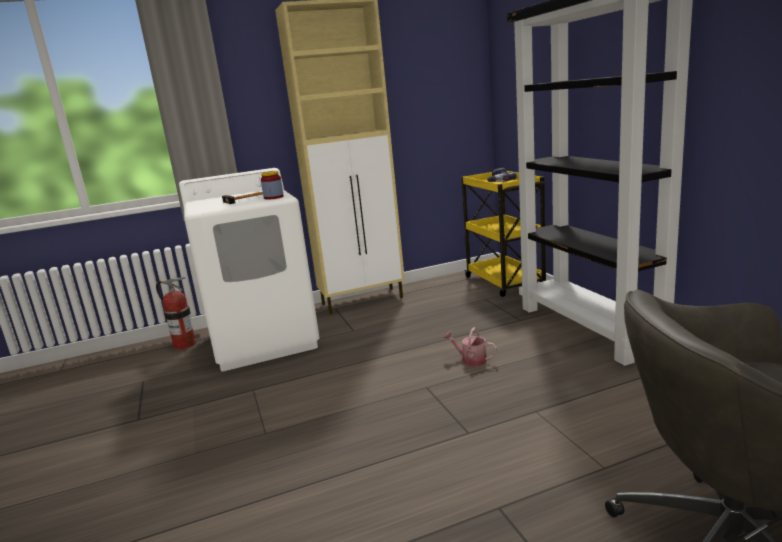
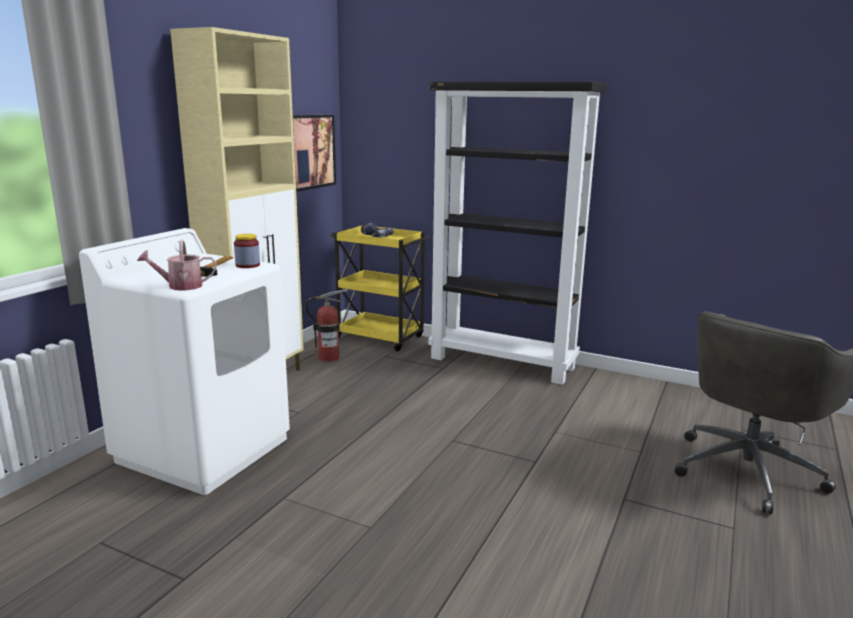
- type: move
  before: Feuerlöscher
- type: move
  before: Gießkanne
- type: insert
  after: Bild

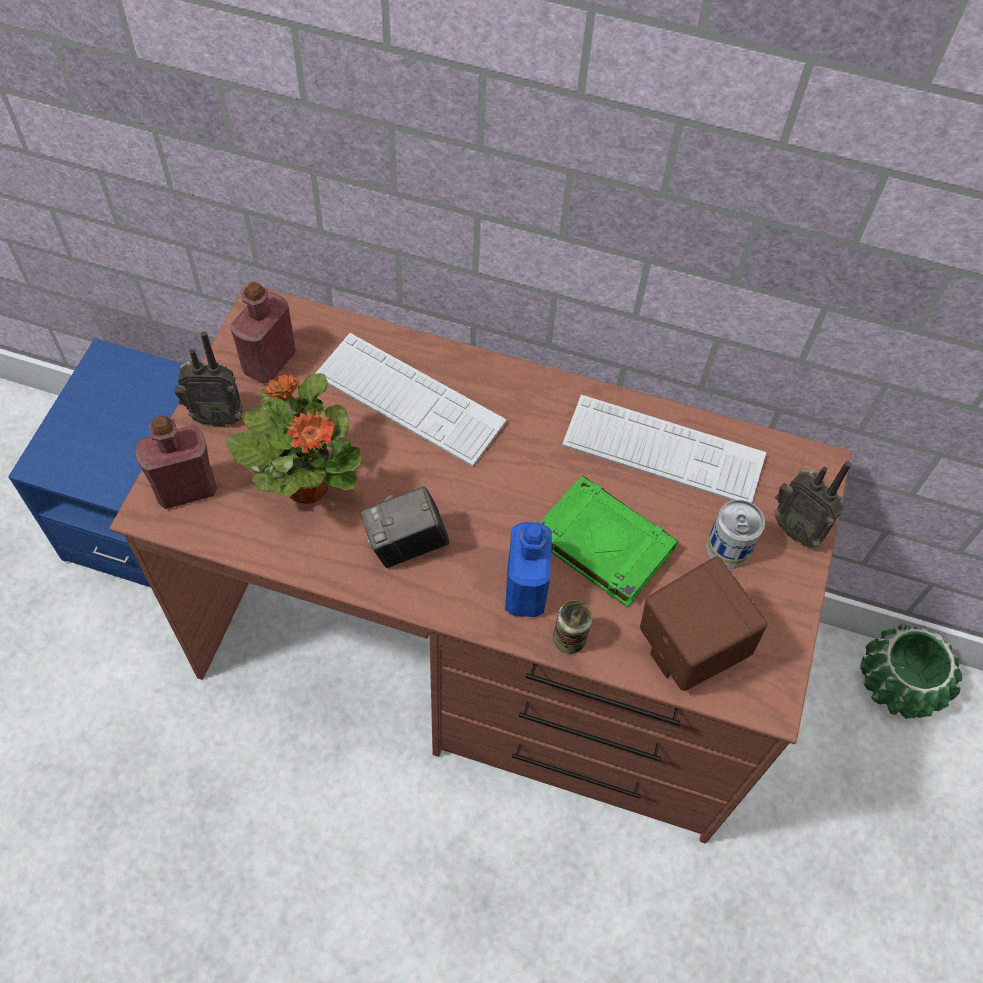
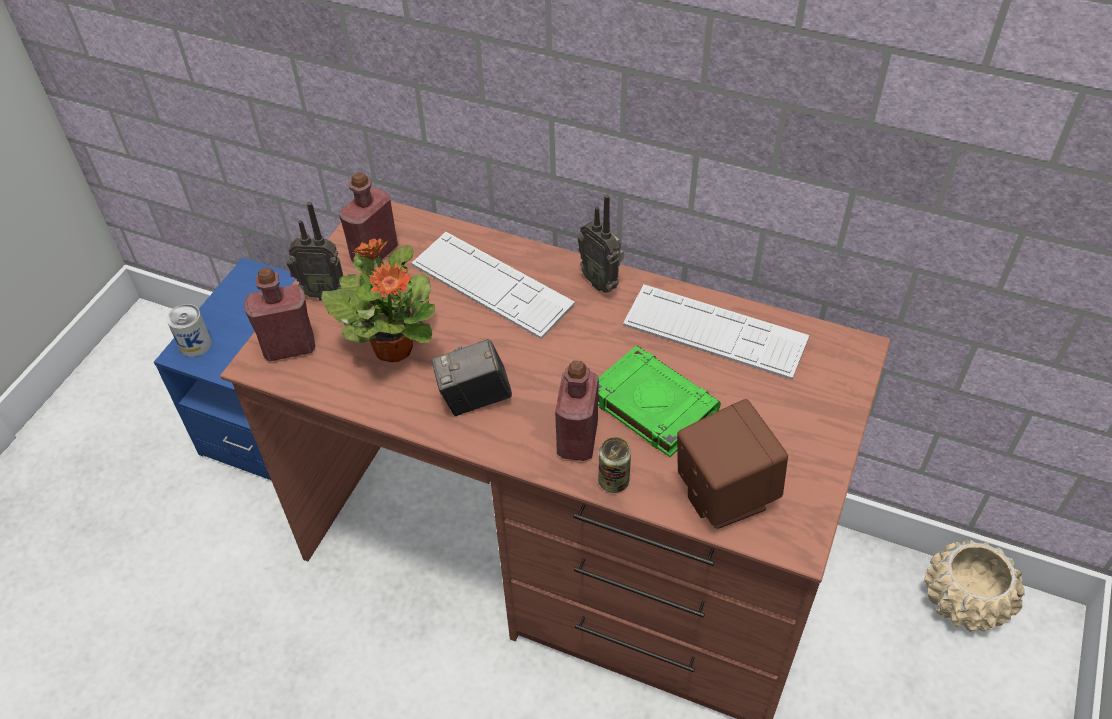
- type: move
  before: Radio (2nd from left)
- type: move
  before: Dose (2nd from left in the first image)
  after: Dose (1st from left)
- type: recolor
  before: Flasche [blau]
  after: Flasche [rot] (3rd from left)
- type: recolor
  before: Pflanzkübel [grün]
  after: Pflanzkübel [beige]

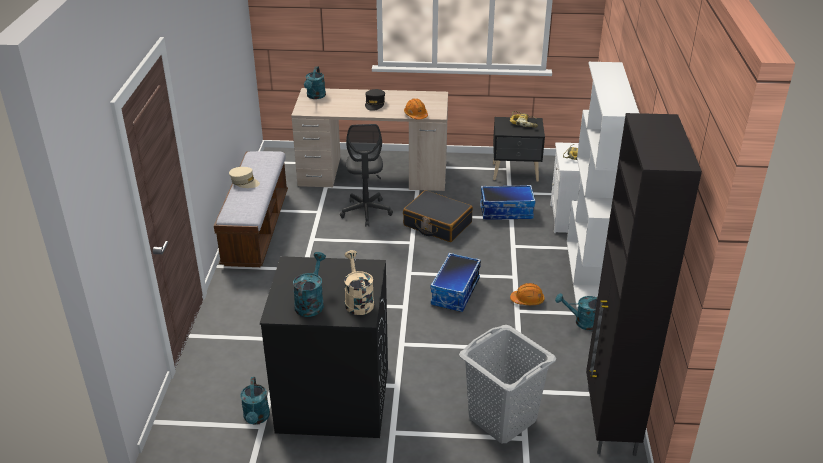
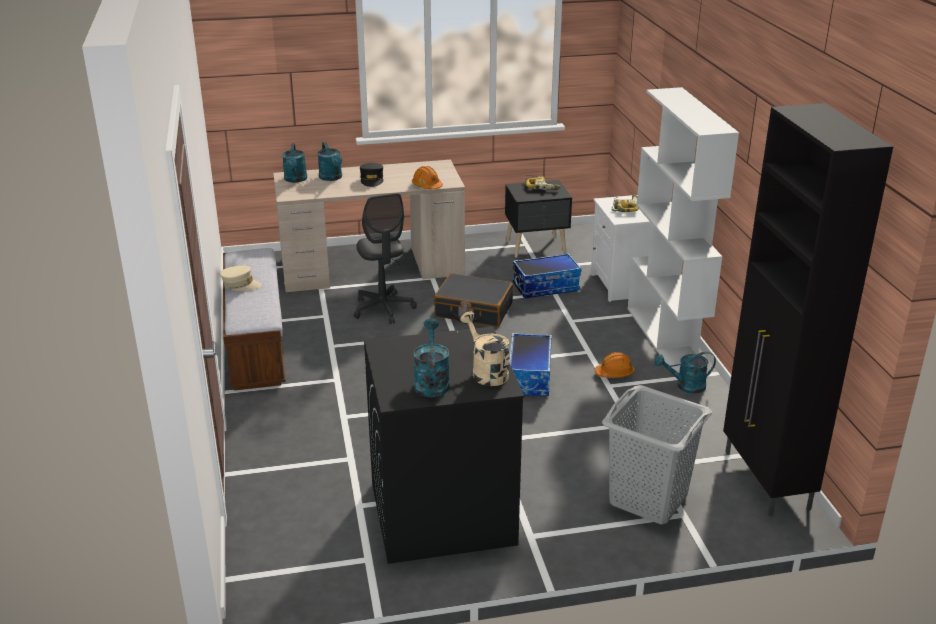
- type: move
  before: Gießkanne [türkis] (1st from left in the first image)
  after: Gießkanne [türkis] (2nd from left)

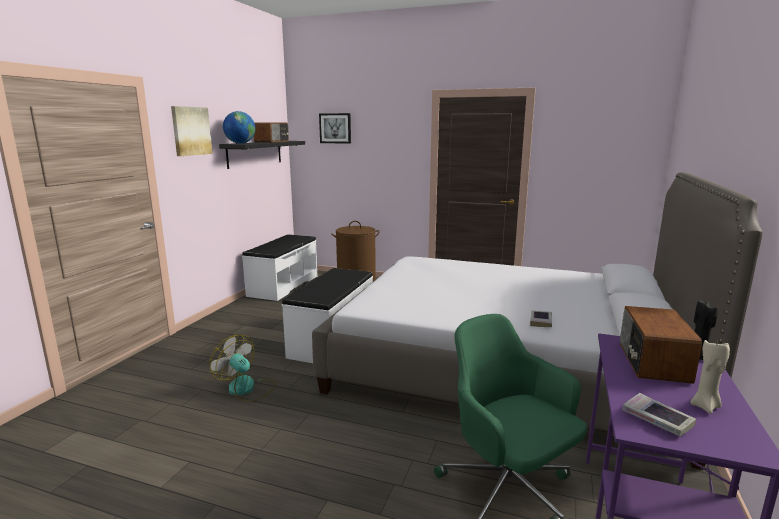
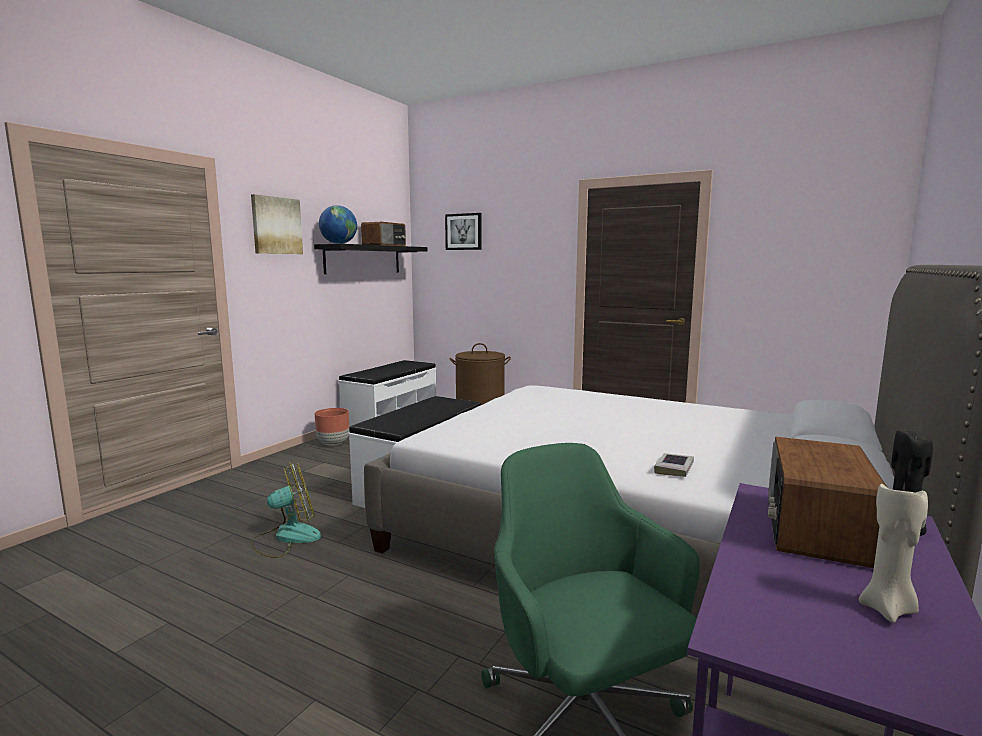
- type: rotate
  before: Ventilator
  turn: 105
- type: delete
  before: Buch (2nd from left)
- type: insert
  after: Pflanzkübel [braun]

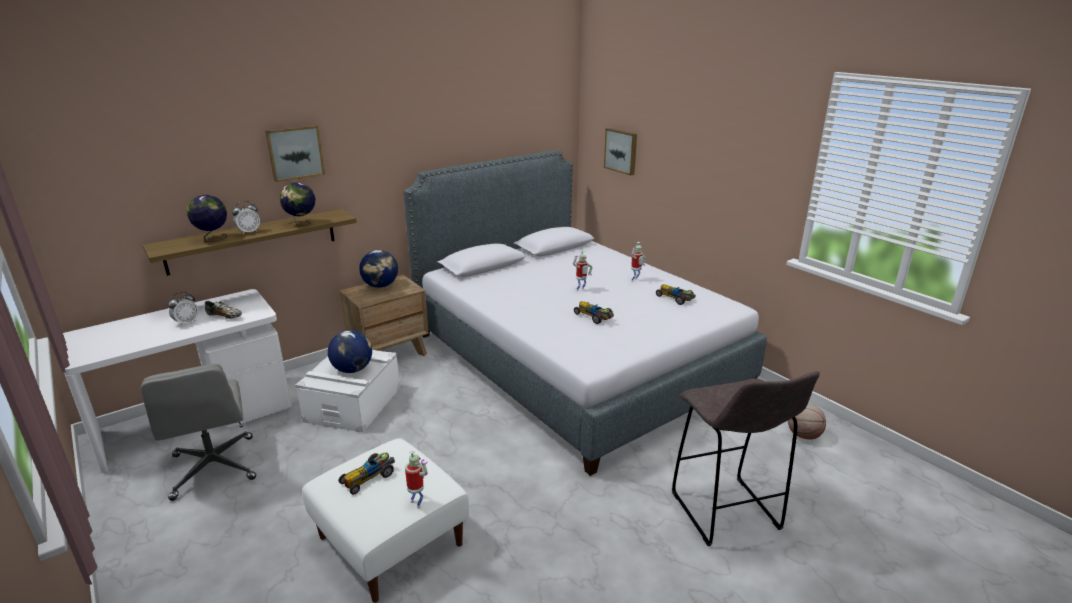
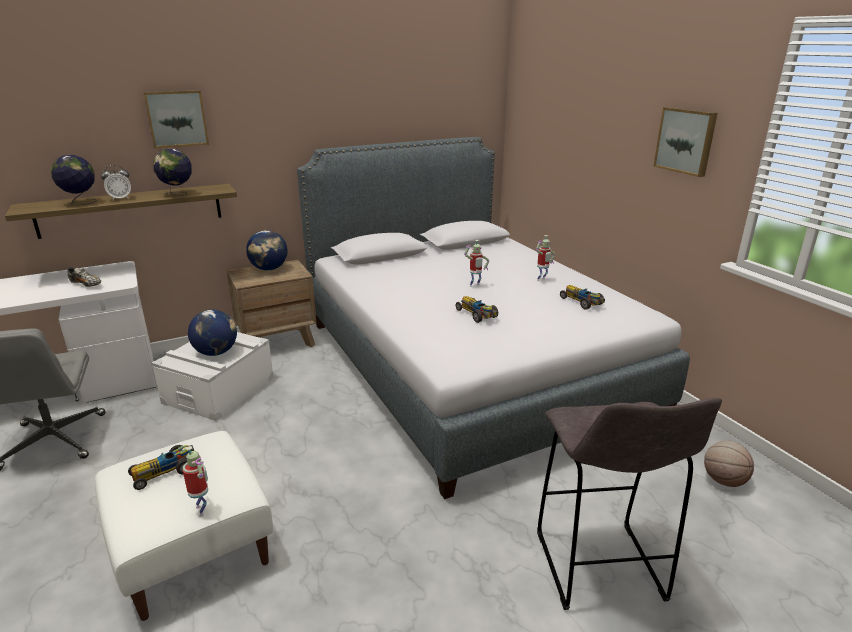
- type: move
  before: Bild (2nd from left)
- type: delete
  before: Wecker (1st from left)

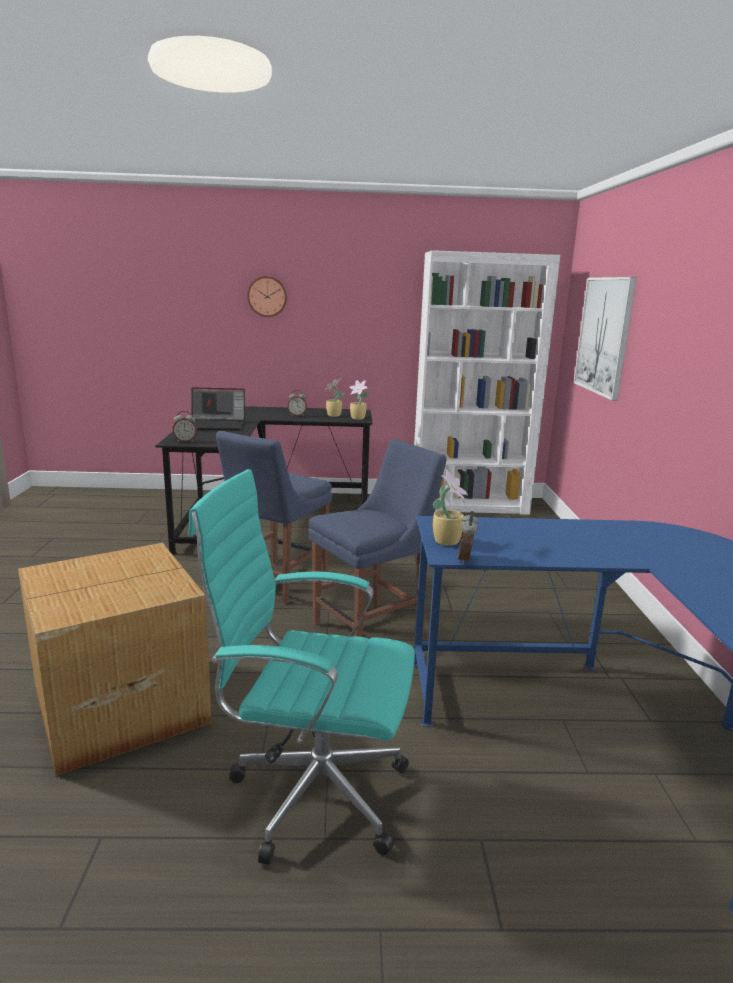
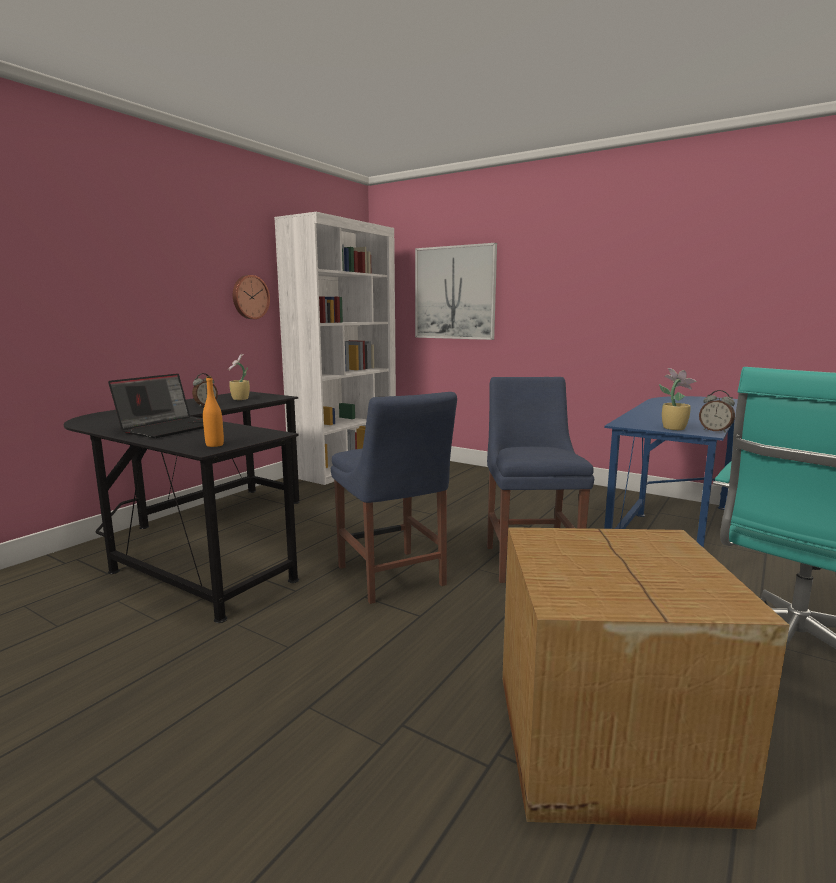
- type: move
  before: Wanduhr
- type: delete
  before: Topfpflanze (2nd from left)
- type: replace
  before: Wecker (1st from left)
  after: Flasche [orange]

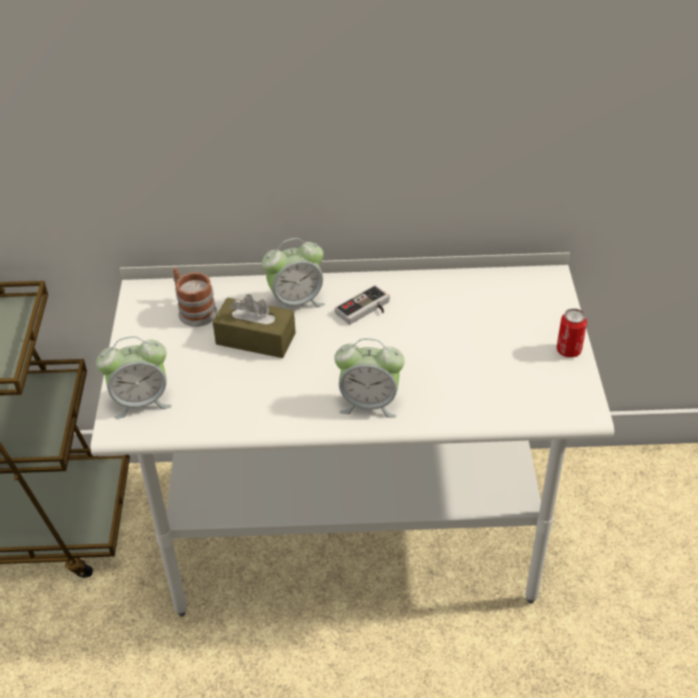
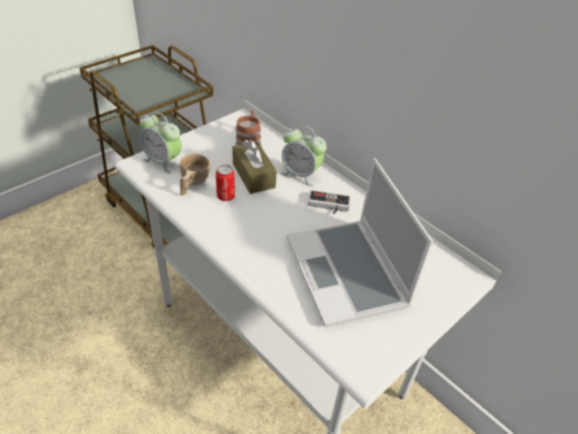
- type: move
  before: Dose
- type: delete
  before: Wecker (3rd from left)
- type: insert
  after: Tasse [beige]
- type: insert
  after: Laptop

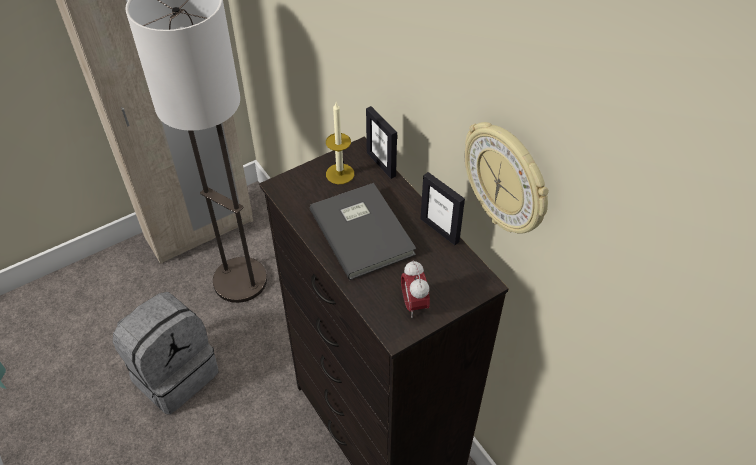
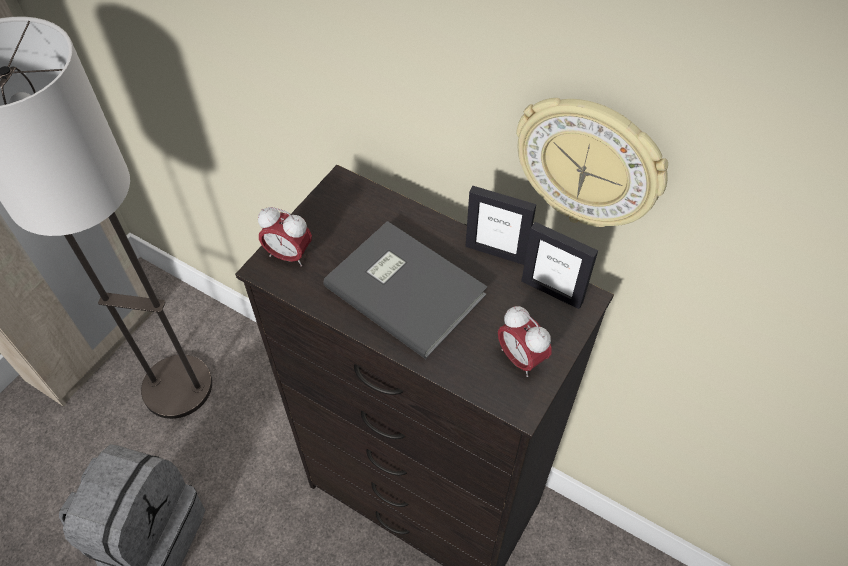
- type: delete
  before: Kerze
- type: move
  before: Bilderrahmen (1st from left in the first image)
  after: Bilderrahmen (2nd from left)
- type: insert
  after: Wecker (1st from left)

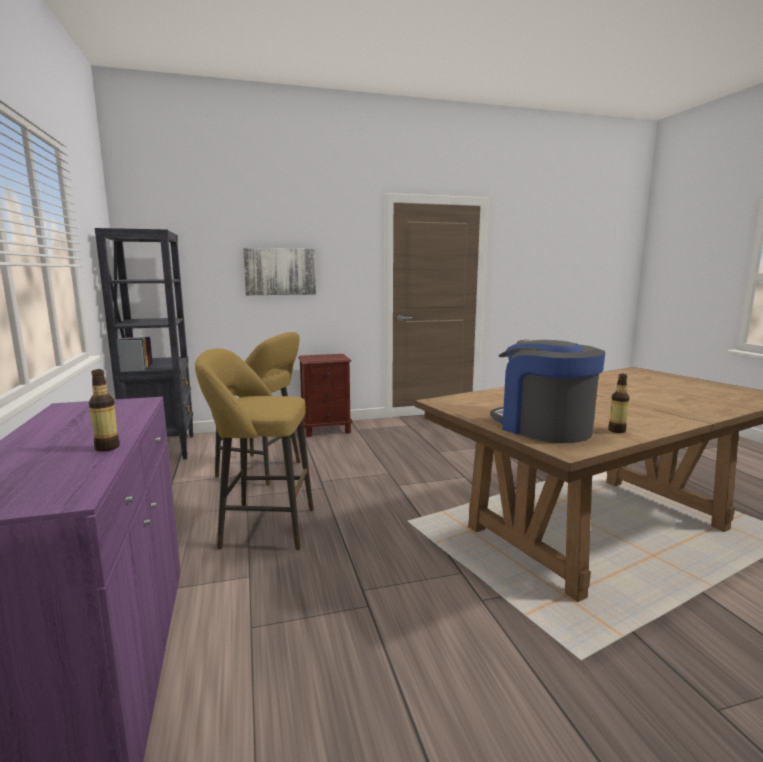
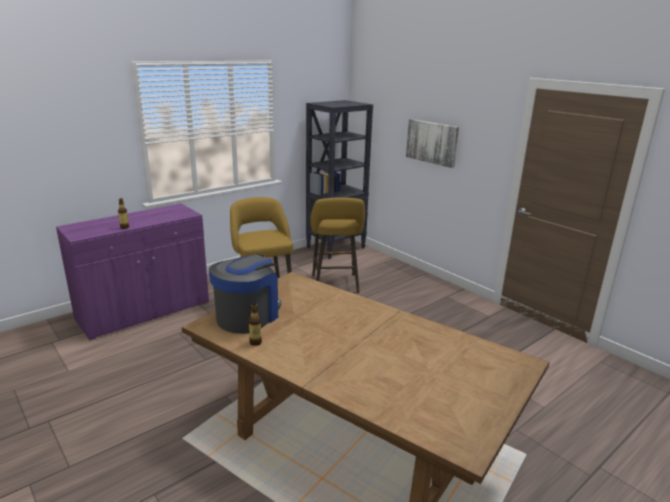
- type: delete
  before: Nachttisch [braun]

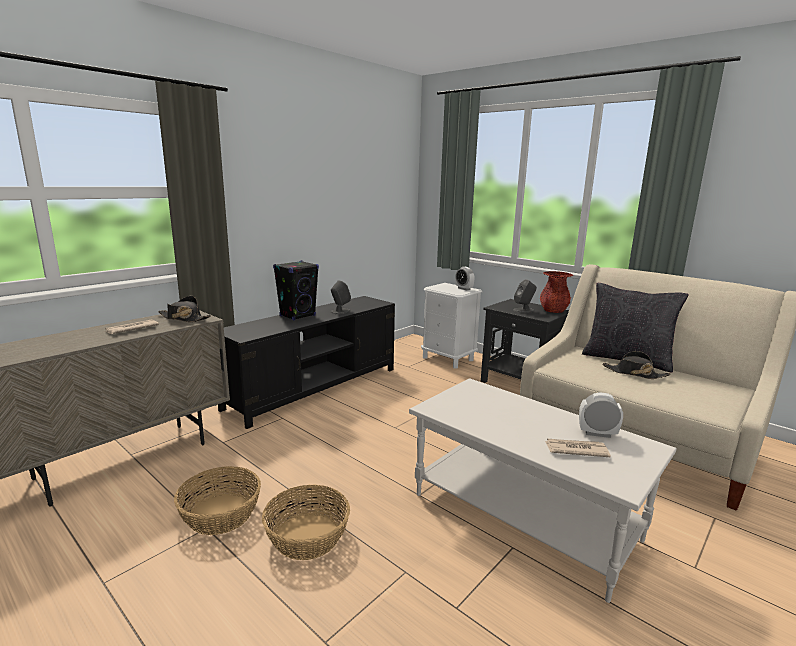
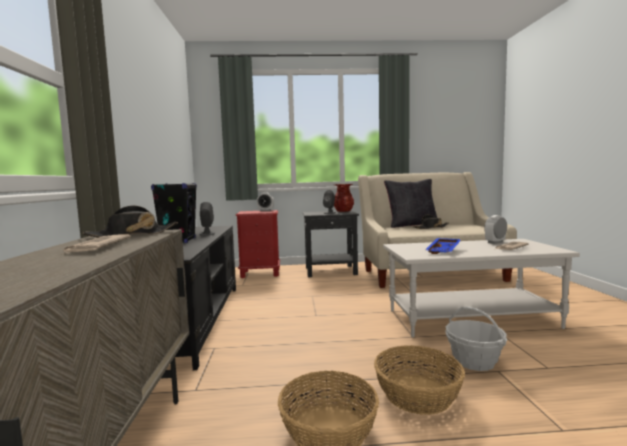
- type: recolor
  before: Nachttisch [weiß]
  after: Nachttisch [rot]
- type: insert
  after: Tablett [blau]
- type: insert
  after: Korb (3rd from left)

